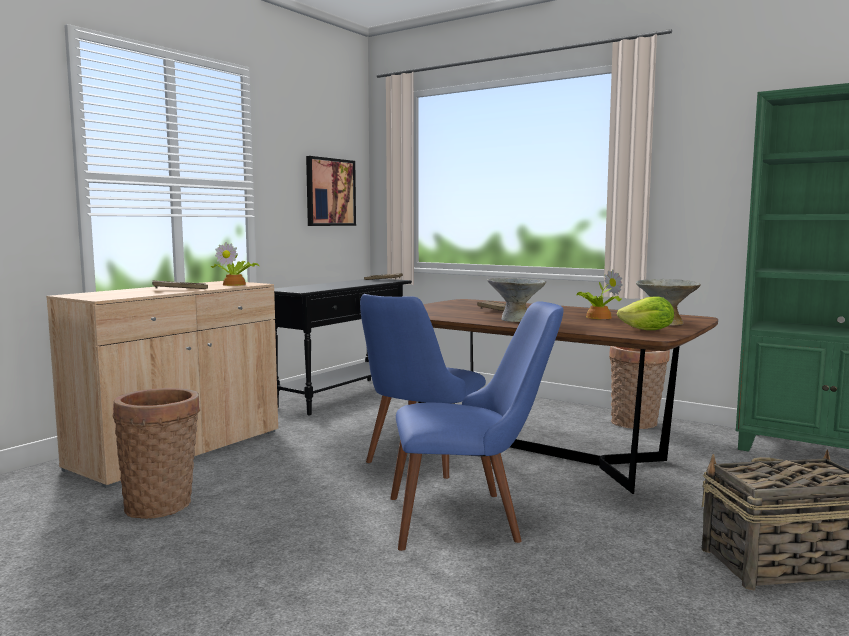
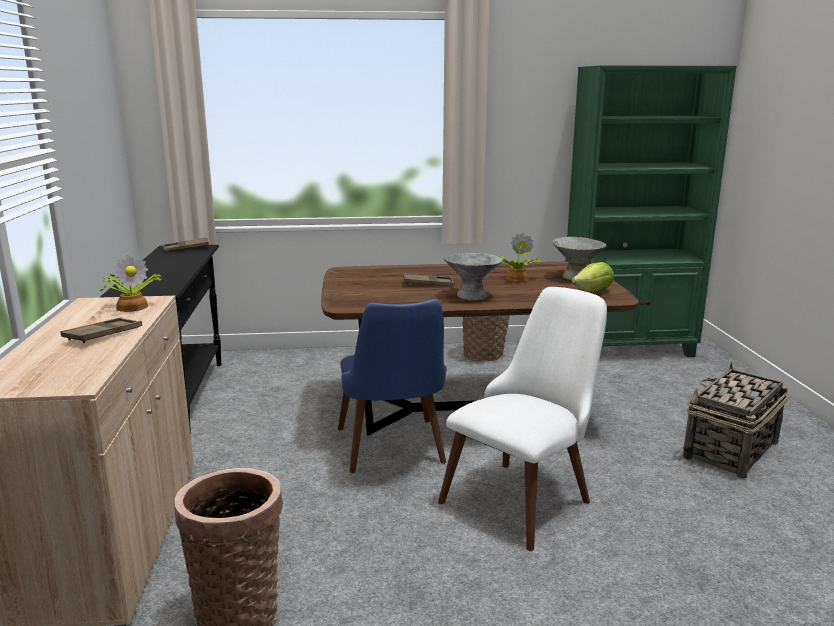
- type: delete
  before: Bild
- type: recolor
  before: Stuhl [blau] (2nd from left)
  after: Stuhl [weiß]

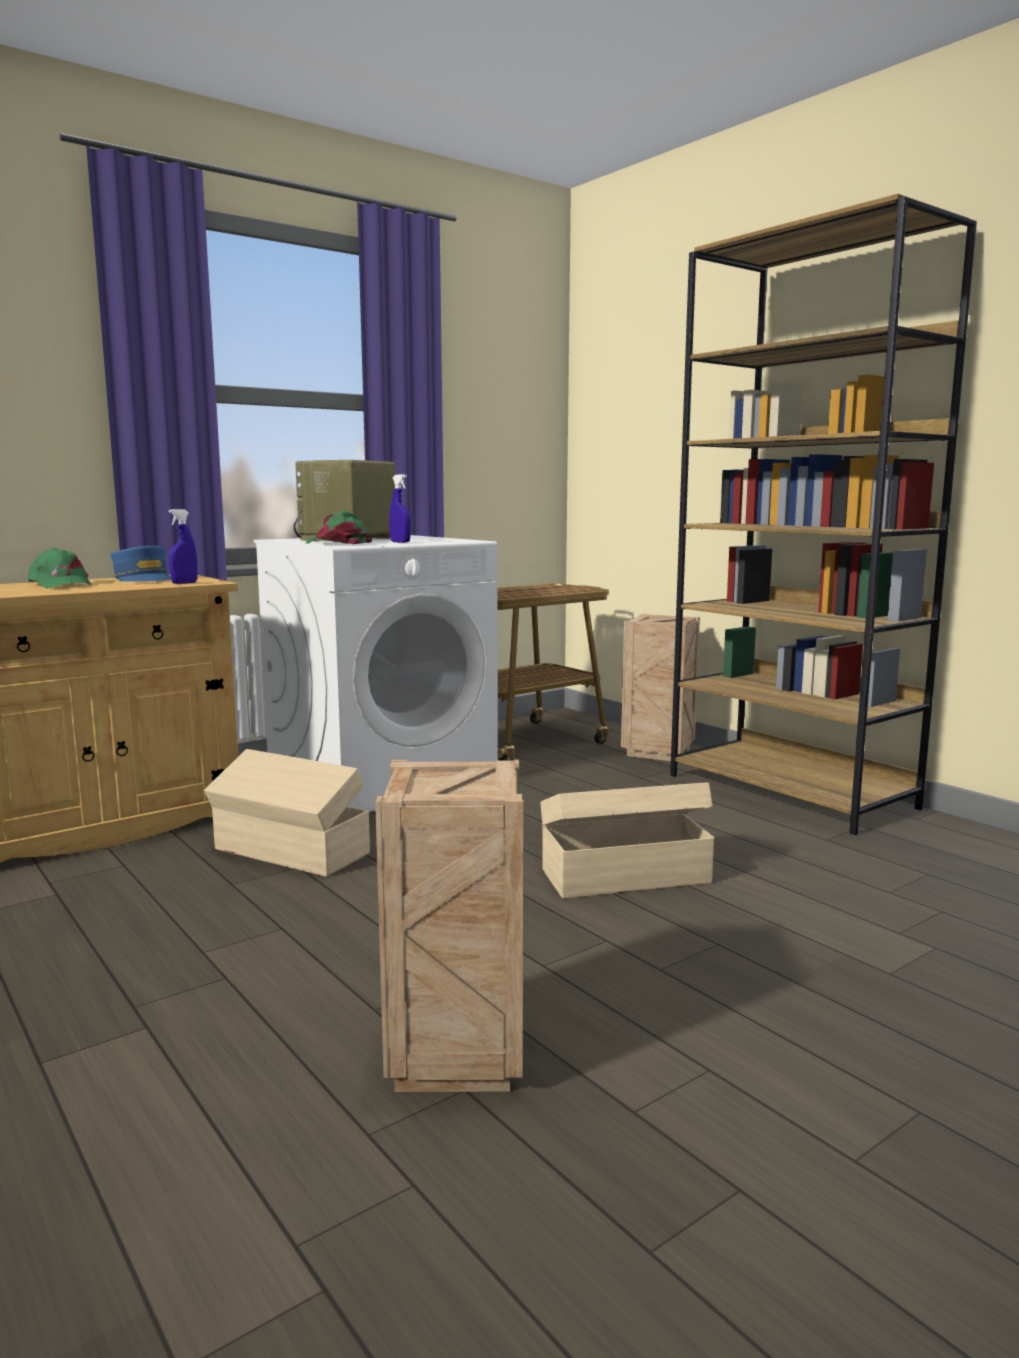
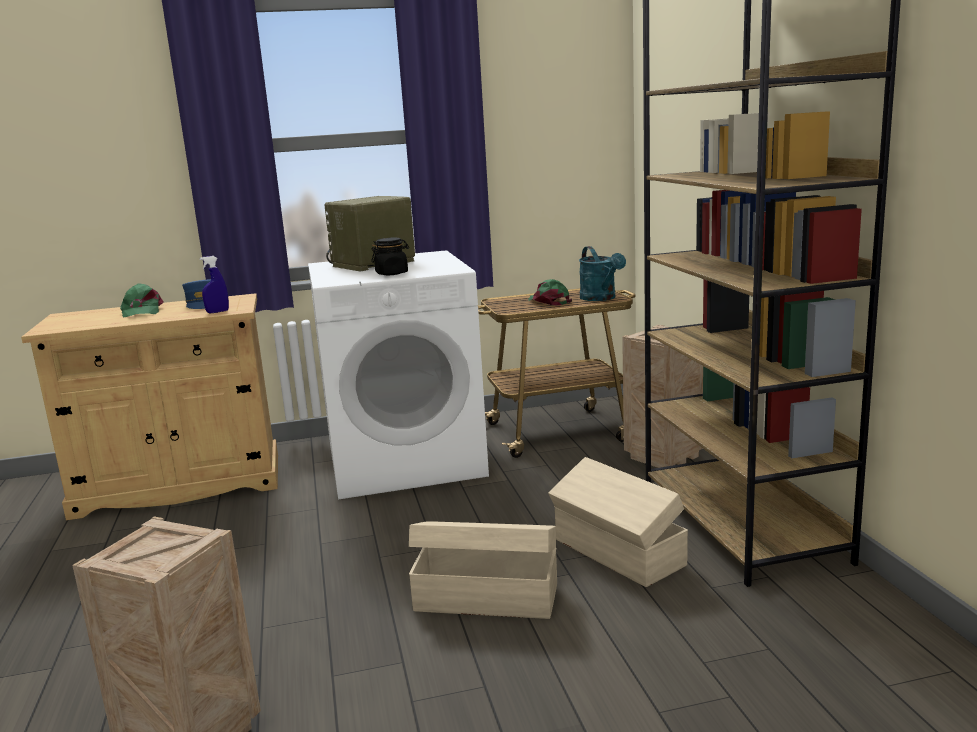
- type: replace
  before: Sprühflasche [blau] (2nd from left)
  after: Vorratsglas [schwarz]
- type: move
  before: Kappe [grün] (2nd from left)
- type: move
  before: Aufbewahrungsbox [beige] (1st from left in the first image)
  after: Aufbewahrungsbox [beige] (2nd from left)
- type: insert
  after: Gießkanne [türkis]

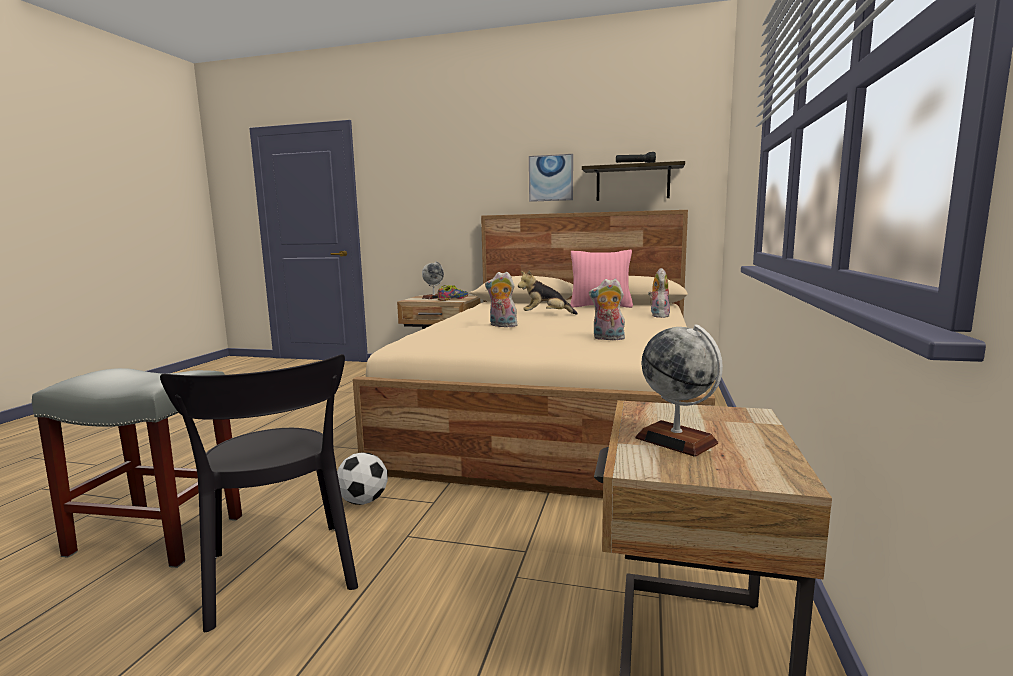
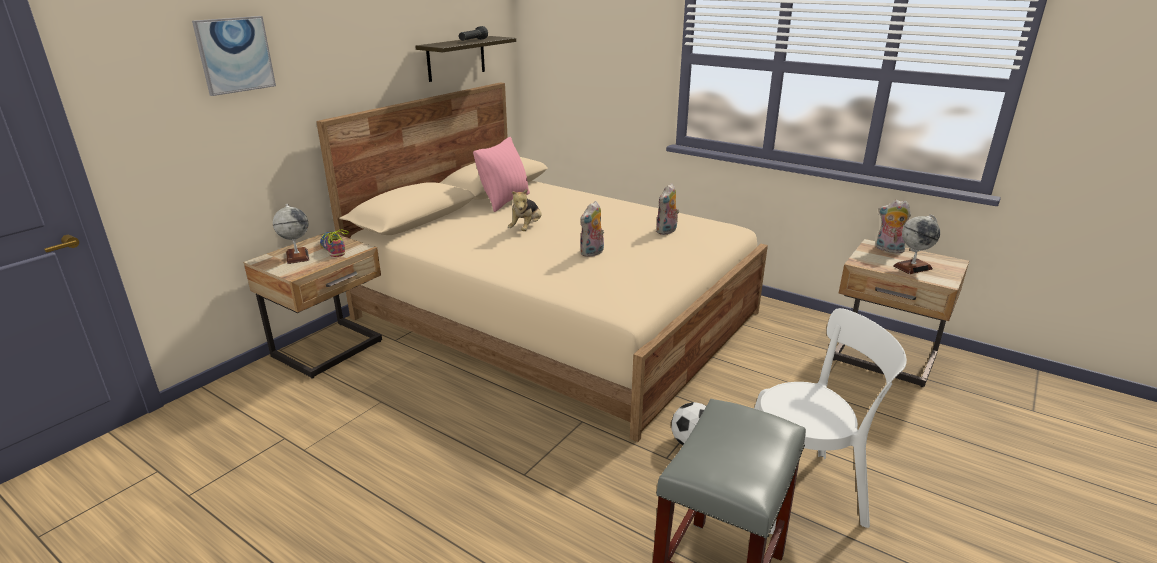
- type: move
  before: Bild
- type: move
  before: Plüschtier (4th from left)
- type: recolor
  before: Stuhl [schwarz]
  after: Stuhl [weiß]

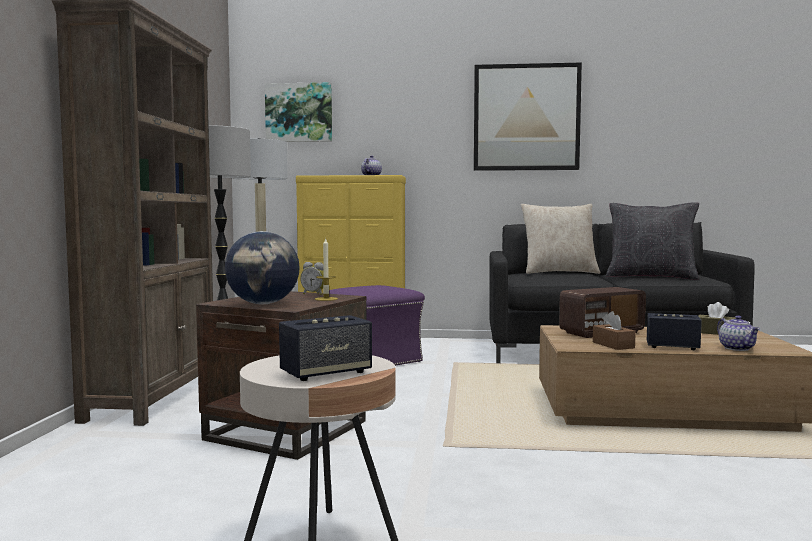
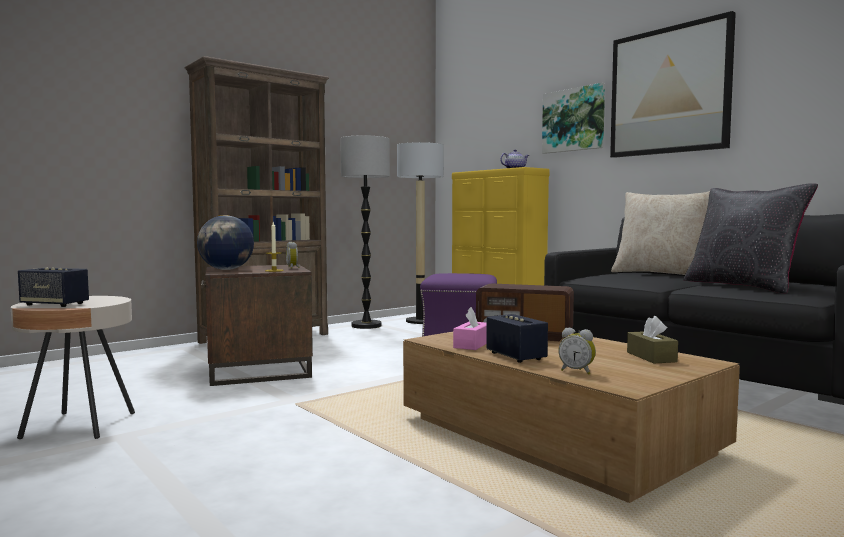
- type: move
  before: Bild (1st from left)
- type: recolor
  before: Taschentuchbox [braun] (1st from left)
  after: Taschentuchbox [rosa]
- type: replace
  before: Teekanne (2nd from left)
  after: Wecker (2nd from left)

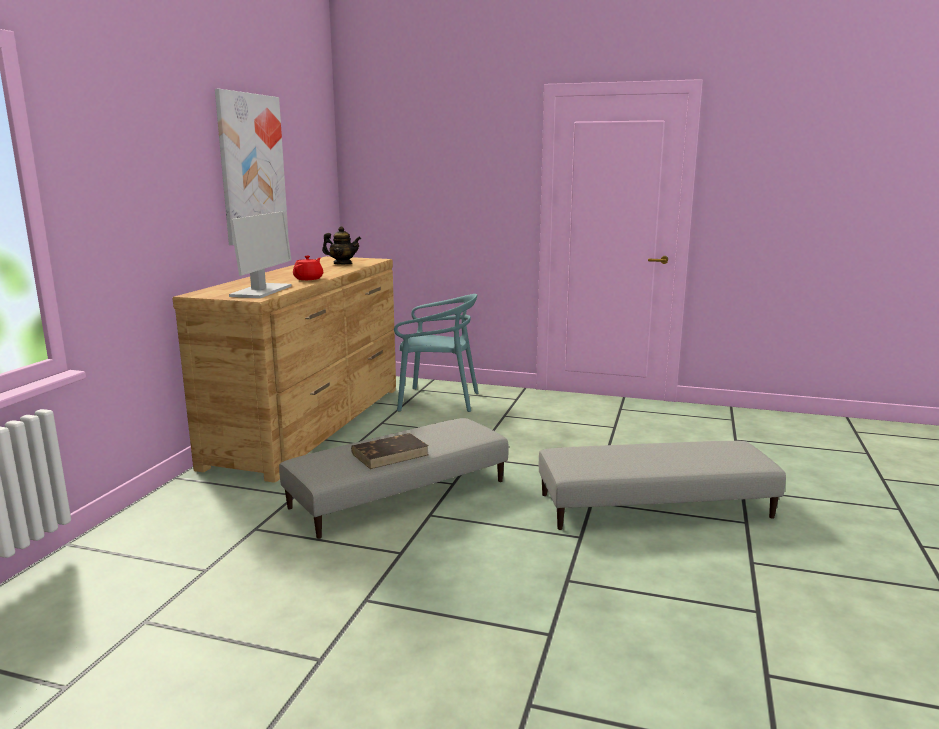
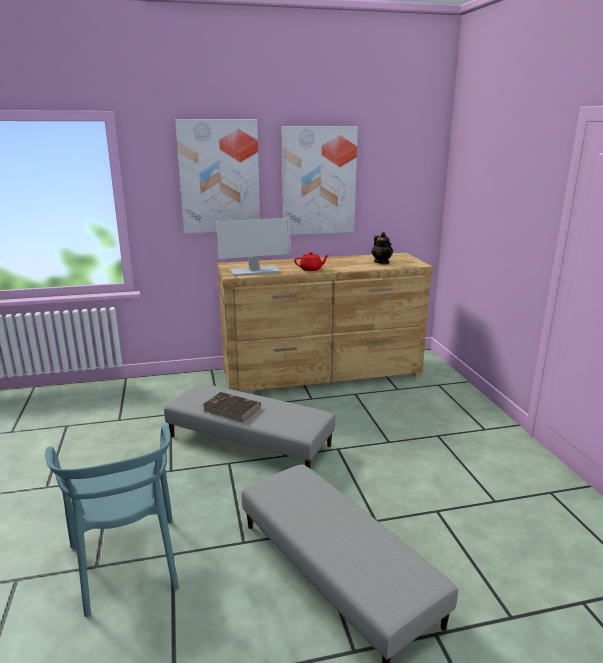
- type: move
  before: Stuhl [türkis]
- type: insert
  after: Bild (1st from left)

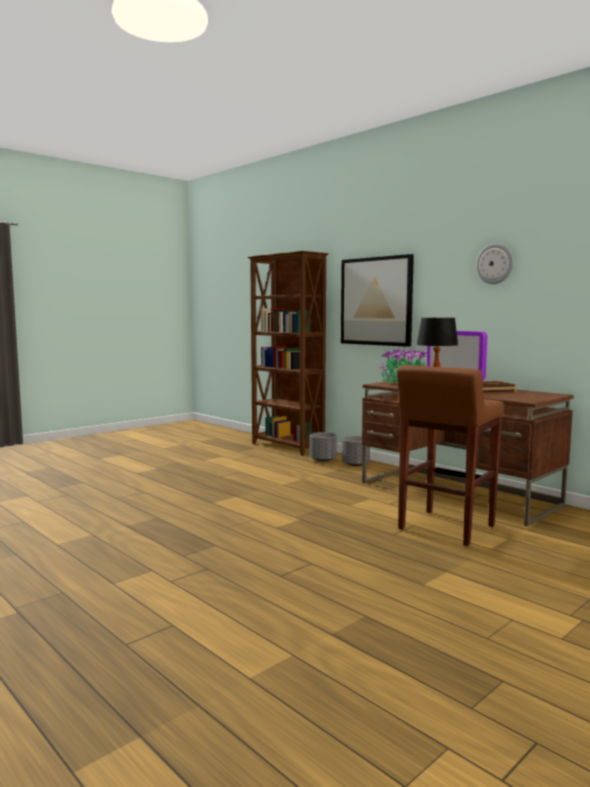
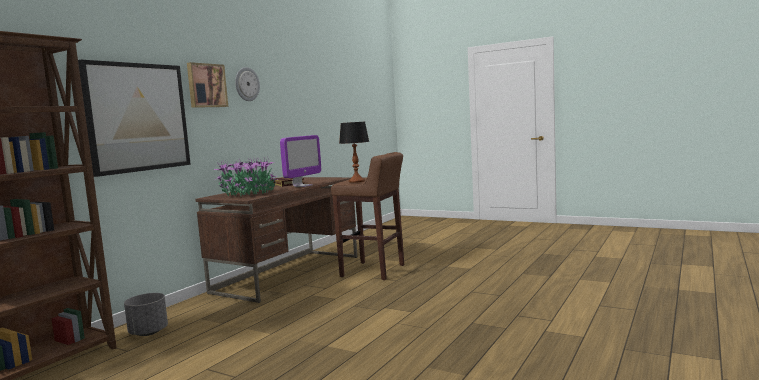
- type: delete
  before: Pflanzkübel [grau] (2nd from left)
- type: insert
  after: Bild (2nd from left)

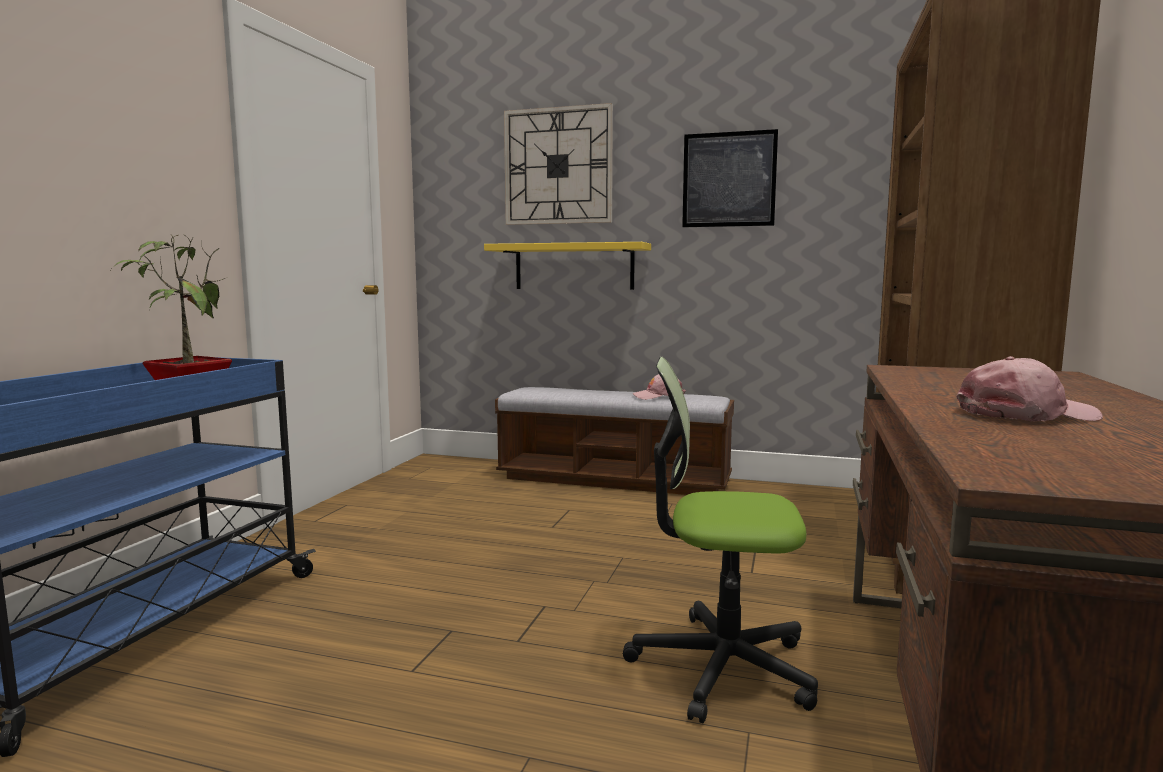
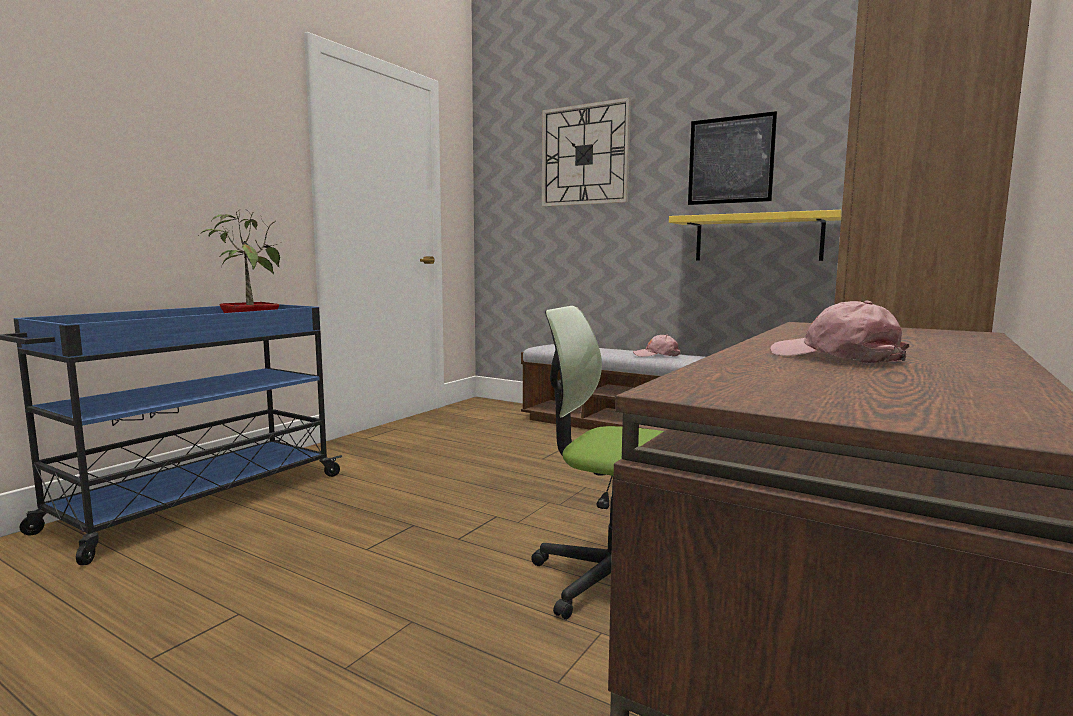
- type: move
  before: Wandregal [gelb]
- type: rotate
  before: Kappe [rosa] (2nd from left)
  turn: -135

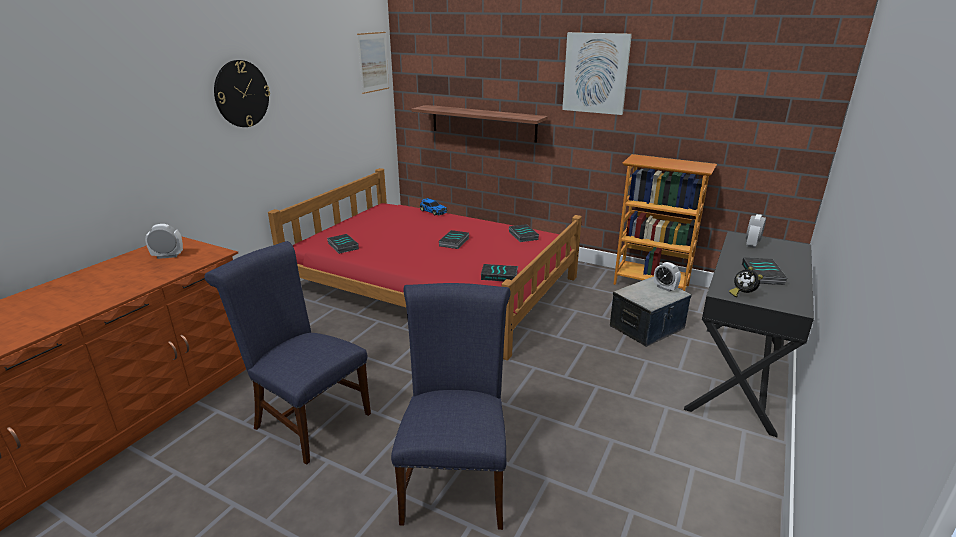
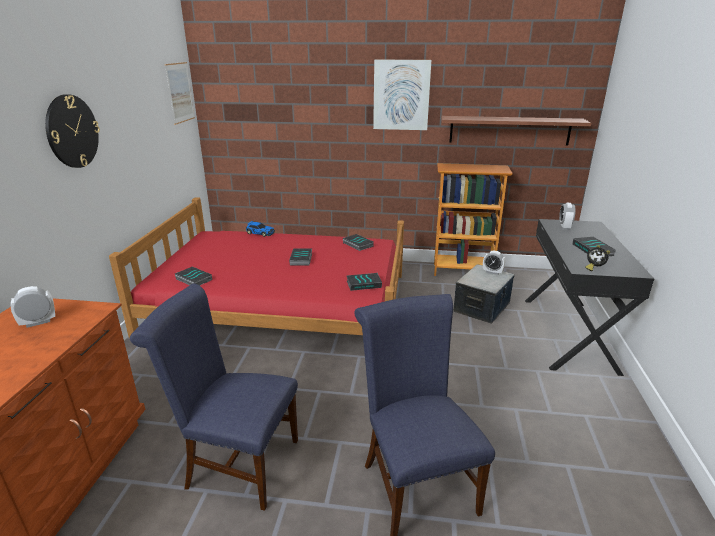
- type: move
  before: Wandregal

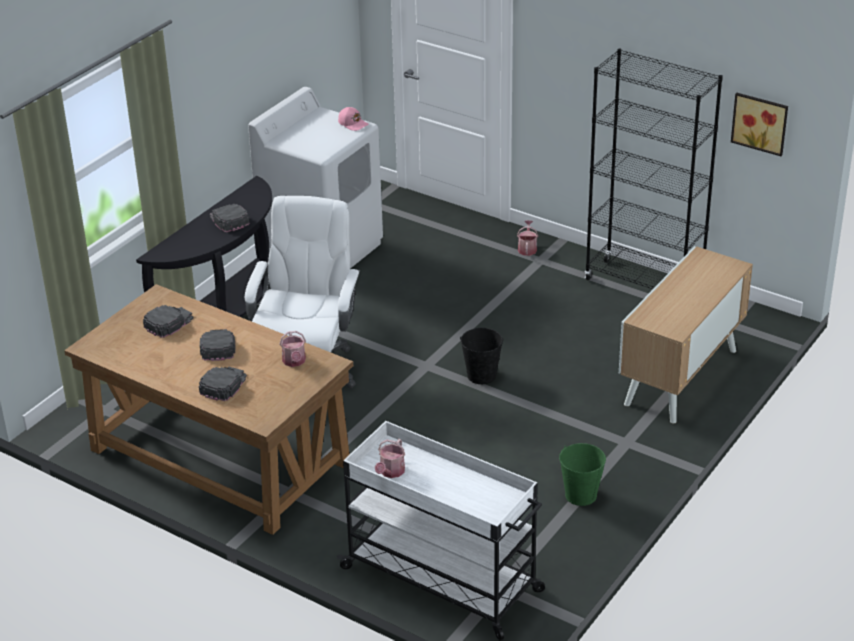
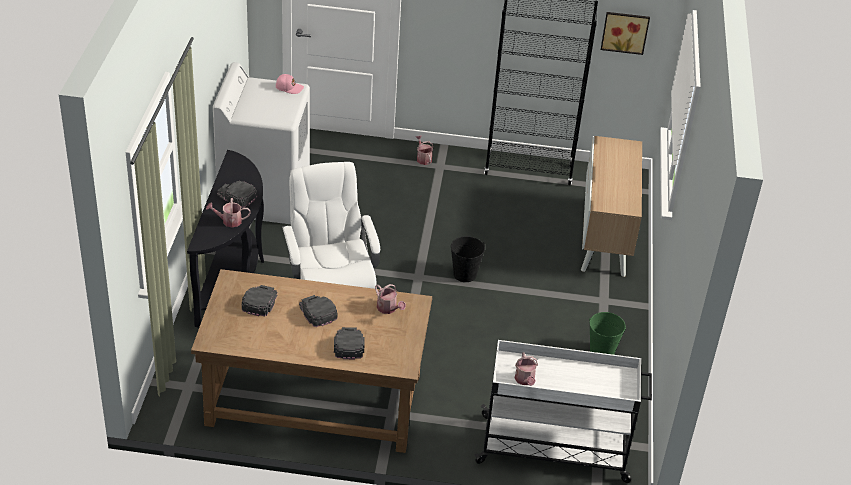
- type: insert
  after: Gießkanne (1st from left)

